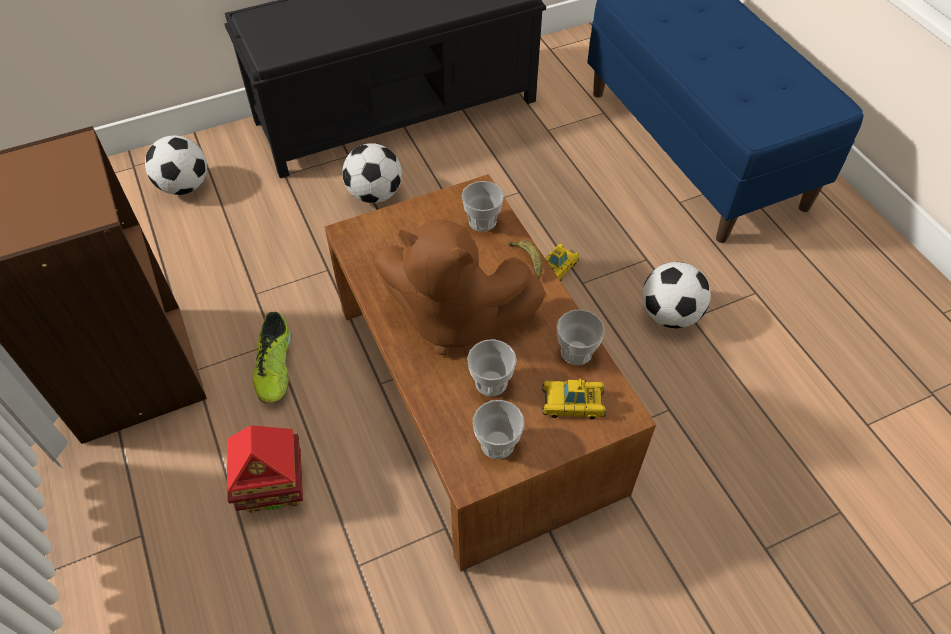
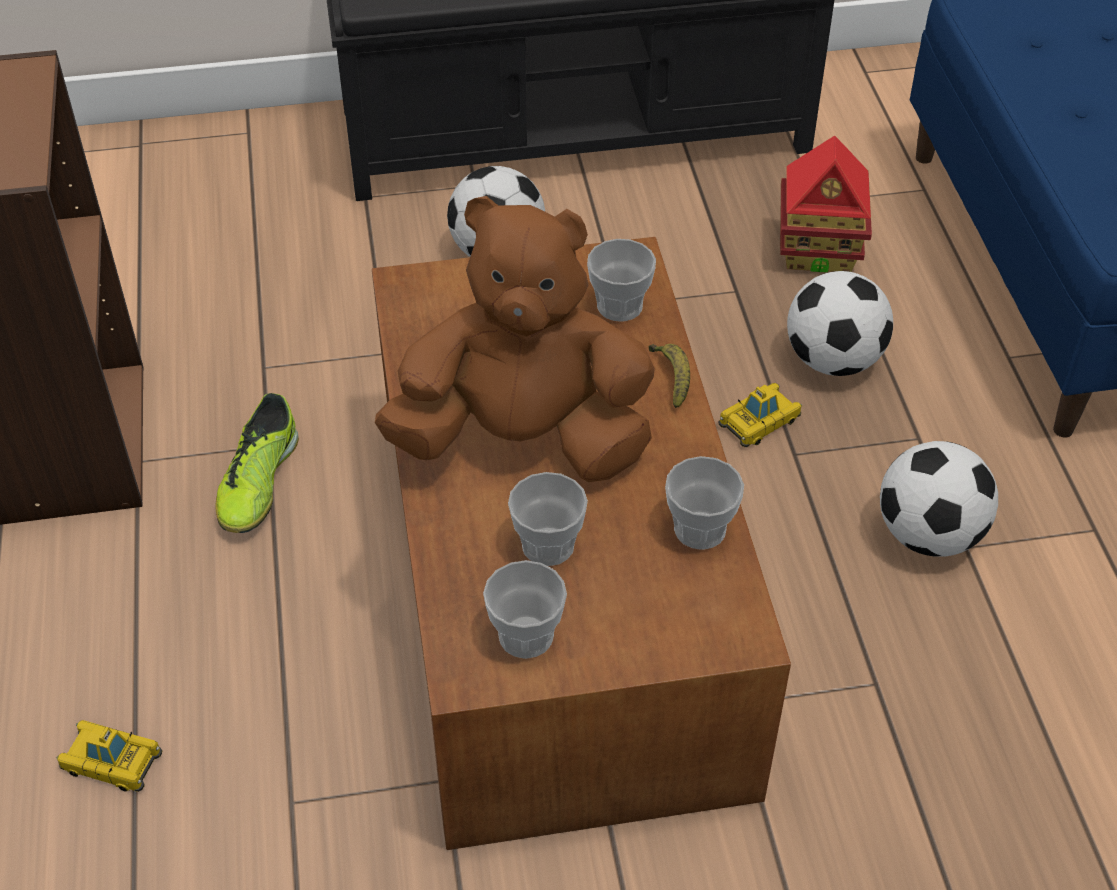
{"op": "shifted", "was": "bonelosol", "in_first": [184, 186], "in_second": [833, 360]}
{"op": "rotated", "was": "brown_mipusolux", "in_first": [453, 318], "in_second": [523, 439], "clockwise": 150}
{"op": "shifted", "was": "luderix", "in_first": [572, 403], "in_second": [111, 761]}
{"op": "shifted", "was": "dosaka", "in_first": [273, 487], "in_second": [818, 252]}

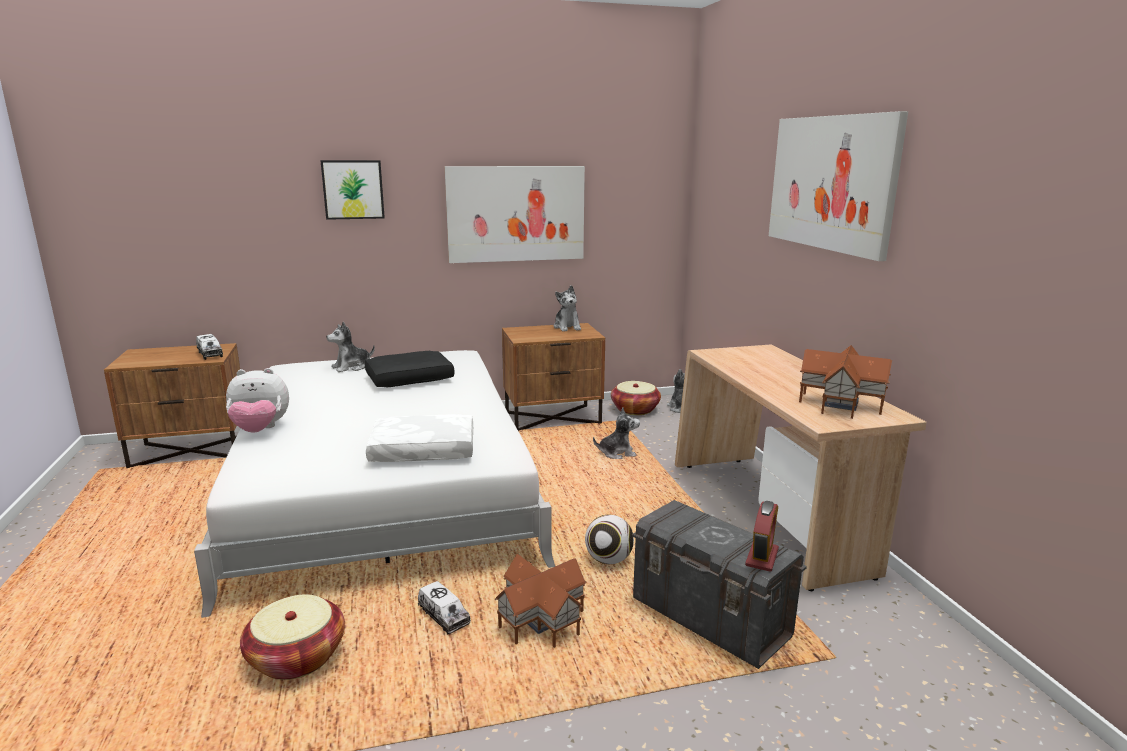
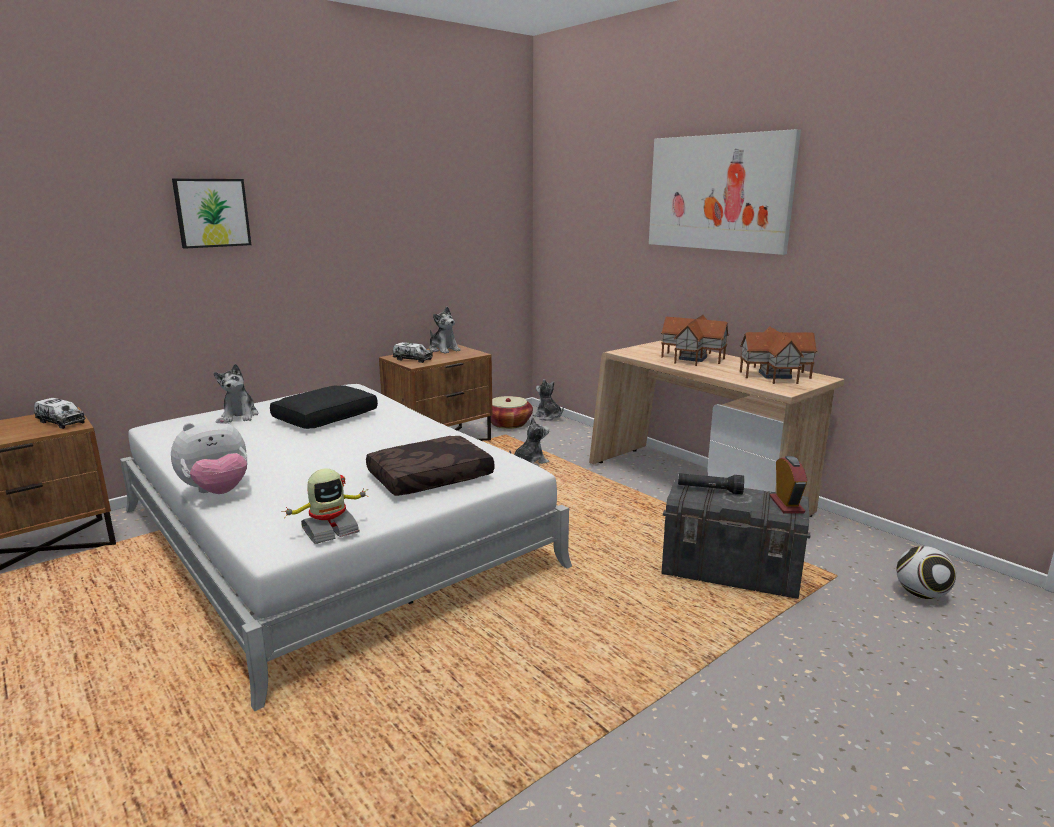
{"op": "gone", "was": "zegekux", "in_first": [516, 214]}
{"op": "rotated", "was": "mipusolux", "in_first": [351, 367], "in_second": [240, 416], "clockwise": -45}
{"op": "repainted", "was": "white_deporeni", "now": "brown_deporeni", "in_first": [422, 451], "in_second": [430, 478]}
{"op": "shifted", "was": "bonelosol", "in_first": [609, 560], "in_second": [921, 594]}
{"op": "shifted", "was": "dosaka", "in_first": [542, 619], "in_second": [692, 358]}
{"op": "shifted", "was": "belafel", "in_first": [444, 617], "in_second": [413, 359]}
{"op": "gone", "was": "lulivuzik", "in_first": [297, 657]}
{"op": "new", "now": "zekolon", "in_second": [329, 530]}
{"op": "new", "now": "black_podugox", "in_second": [709, 490]}

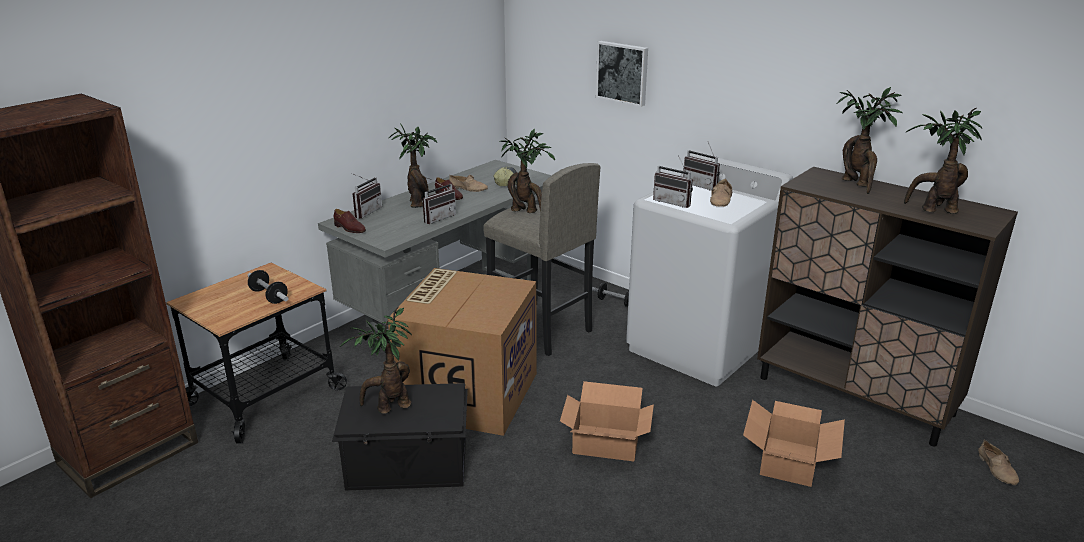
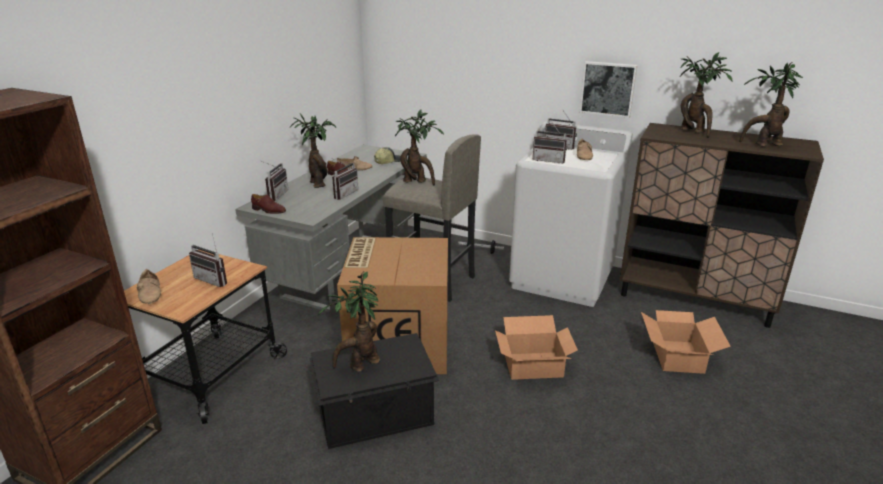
{"op": "shifted", "was": "zegekux", "in_first": [623, 72], "in_second": [608, 88]}
{"op": "swapped", "was": "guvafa", "now": "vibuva", "in_first": [269, 296], "in_second": [214, 279]}
{"op": "shifted", "was": "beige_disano", "in_first": [997, 469], "in_second": [152, 293]}

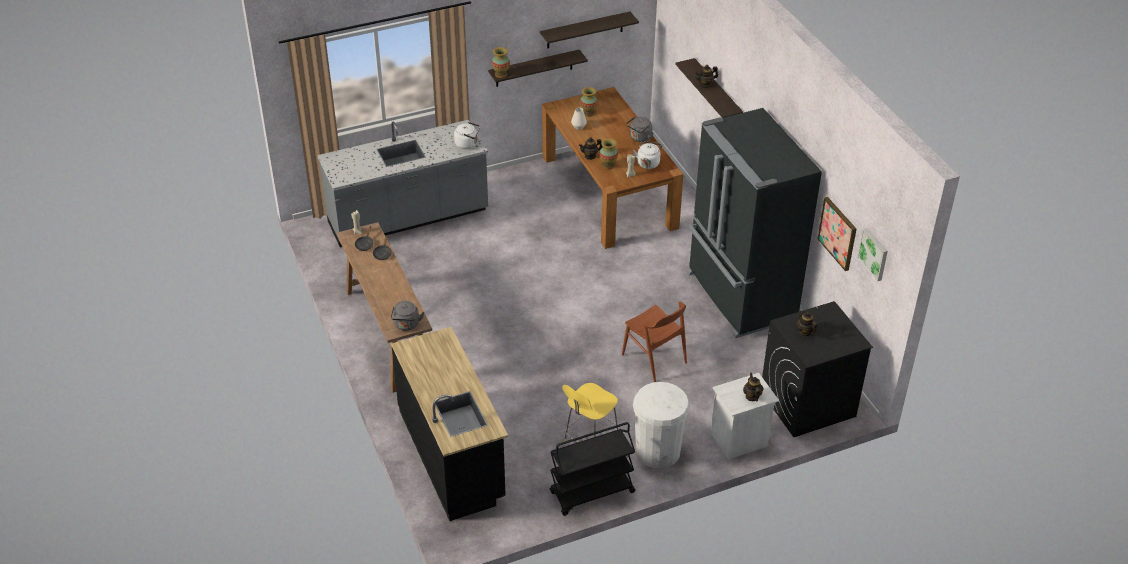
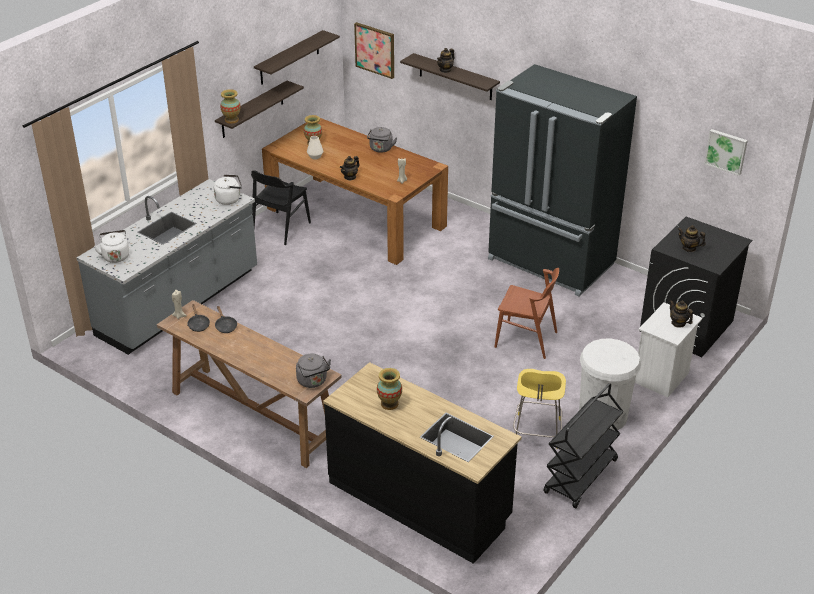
{"op": "shifted", "was": "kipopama", "in_first": [608, 165], "in_second": [389, 404]}
{"op": "shifted", "was": "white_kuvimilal", "in_first": [648, 163], "in_second": [115, 256]}
{"op": "shifted", "was": "zegekux", "in_first": [838, 233], "in_second": [375, 50]}
{"op": "new", "now": "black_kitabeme", "in_second": [281, 228]}

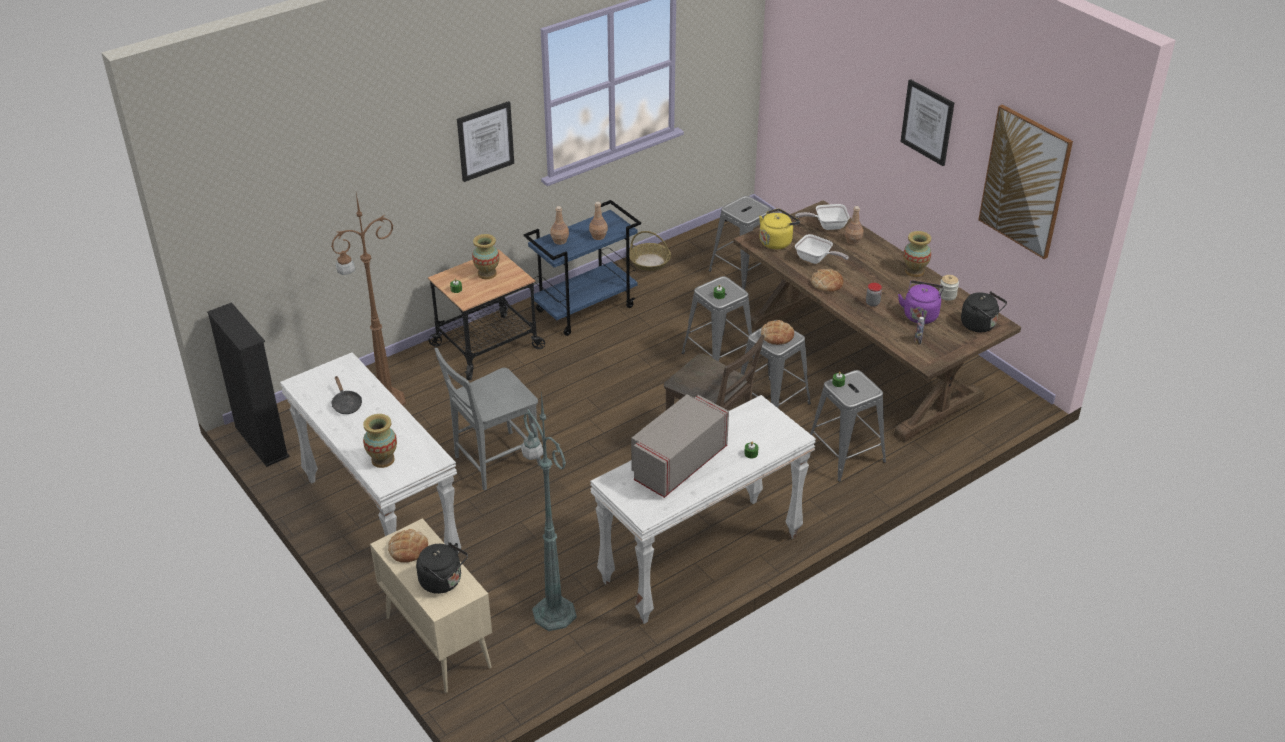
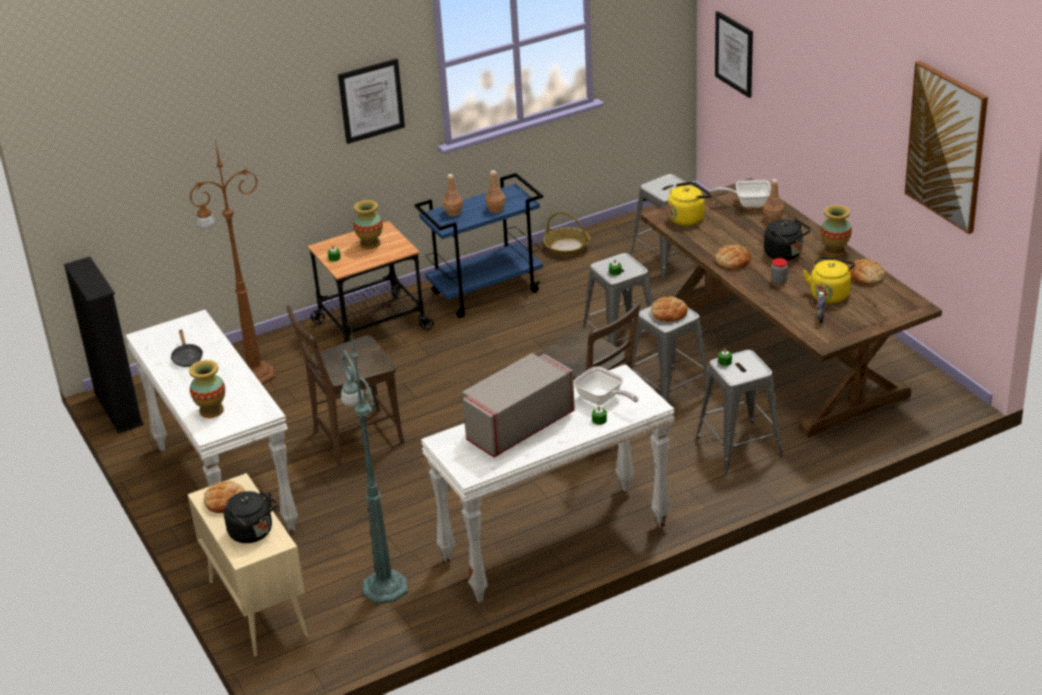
{"op": "shifted", "was": "zegekux", "in_first": [927, 122], "in_second": [734, 54]}
{"op": "shifted", "was": "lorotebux", "in_first": [816, 259], "in_second": [602, 400]}
{"op": "swapped", "was": "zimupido", "now": "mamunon", "in_first": [947, 295], "in_second": [865, 276]}
{"op": "repainted", "was": "purple_kuvimilal", "now": "yellow_kuvimilal", "in_first": [920, 314], "in_second": [830, 294]}
{"op": "shifted", "was": "black_kuvimilal", "in_first": [980, 325], "in_second": [785, 254]}
{"op": "repainted", "was": "grey_kitabeme", "now": "brown_kitabeme", "in_first": [493, 462], "in_second": [353, 439]}

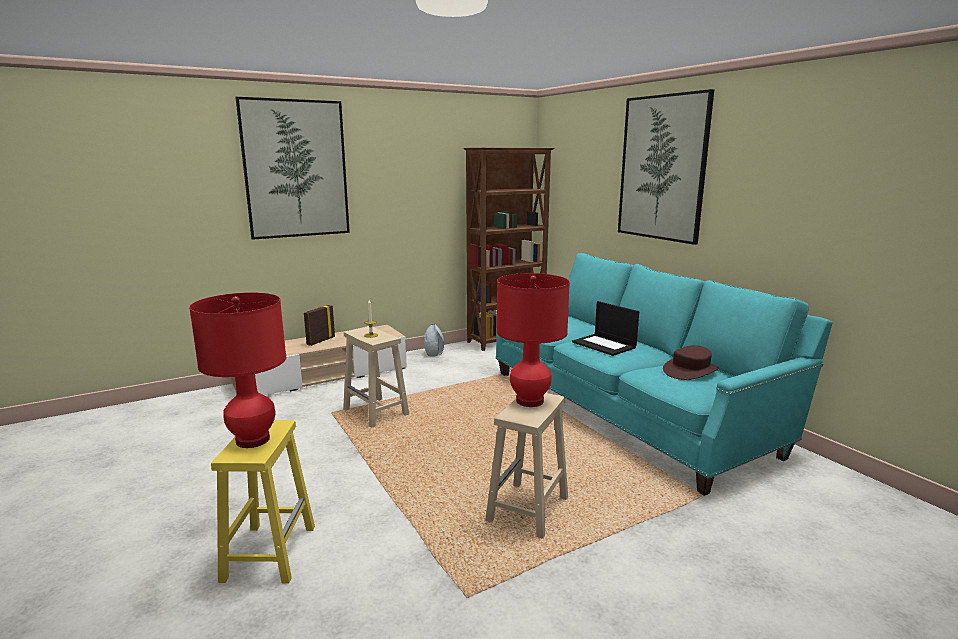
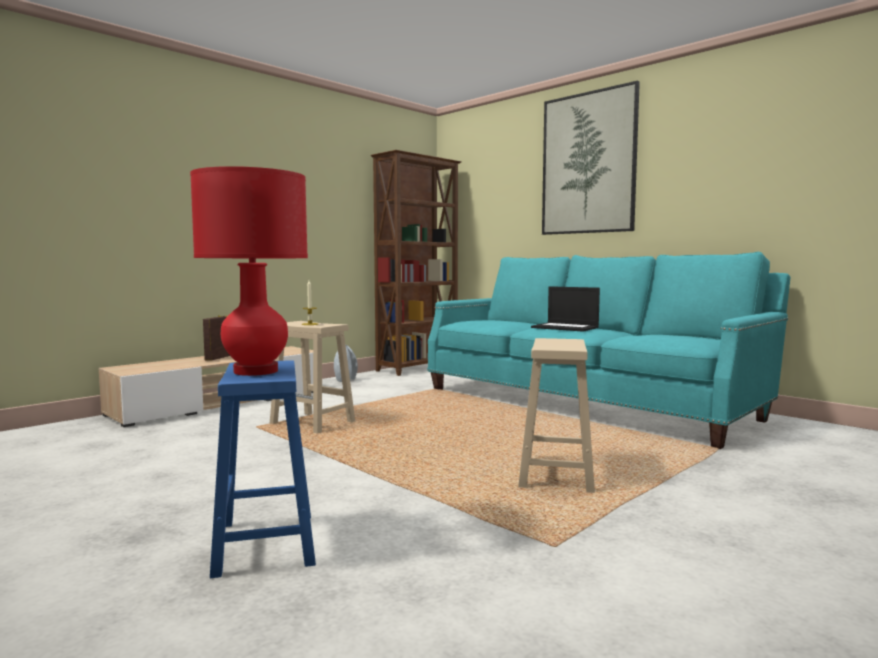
{"op": "gone", "was": "zegekux", "in_first": [296, 169]}
{"op": "gone", "was": "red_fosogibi", "in_first": [530, 401]}
{"op": "gone", "was": "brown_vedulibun", "in_first": [690, 370]}
{"op": "repainted", "was": "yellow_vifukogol", "now": "blue_vifukogol", "in_first": [270, 552], "in_second": [265, 542]}

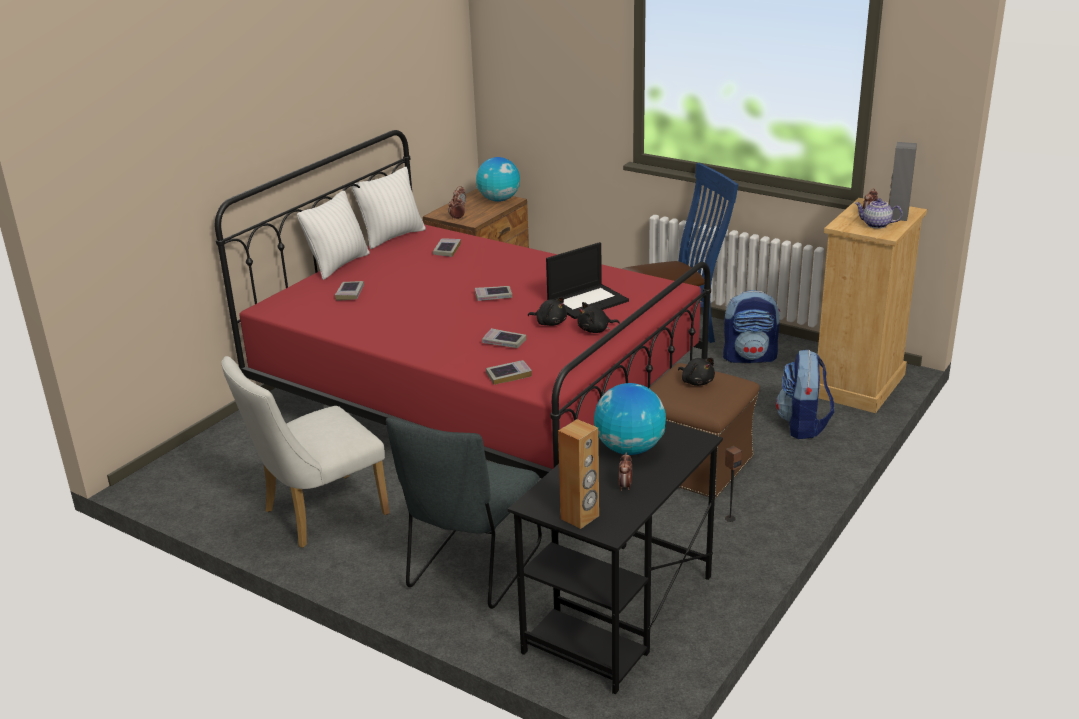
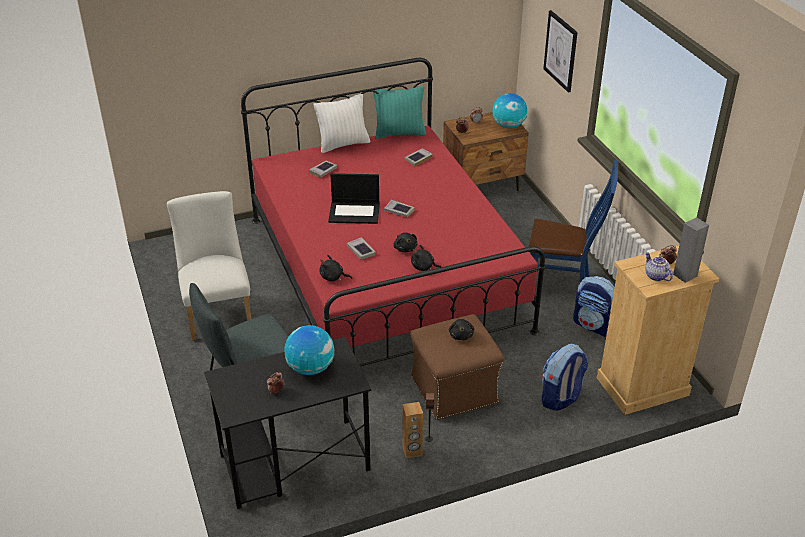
{"op": "repainted", "was": "white_deporeni", "now": "turquoise_deporeni", "in_first": [392, 237], "in_second": [399, 133]}
{"op": "shifted", "was": "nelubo", "in_first": [588, 301], "in_second": [355, 212]}
{"op": "rotated", "was": "white_kitabeme", "in_first": [317, 515], "in_second": [217, 311], "clockwise": 75}
{"op": "swapped", "was": "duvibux", "now": "black_mipusolux", "in_first": [508, 375], "in_second": [333, 277]}
{"op": "shifted", "was": "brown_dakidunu", "in_first": [580, 517], "in_second": [412, 451]}
{"op": "new", "now": "zegekux", "in_second": [560, 51]}

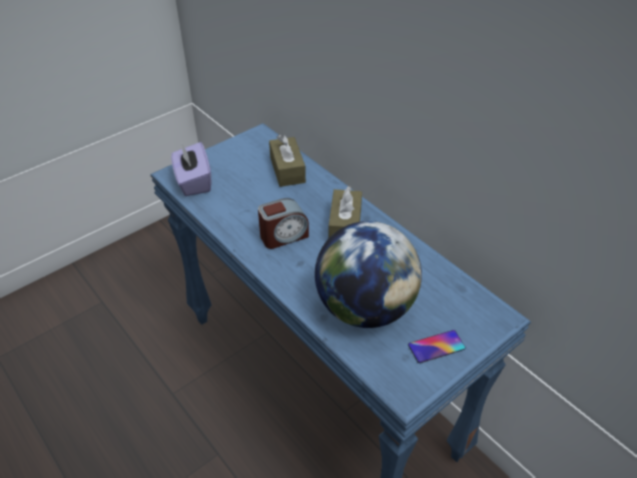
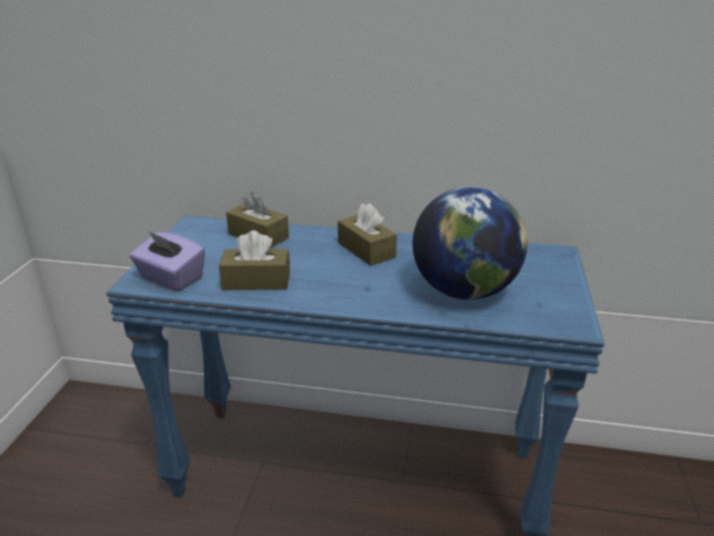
{"op": "gone", "was": "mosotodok", "in_first": [283, 236]}
{"op": "gone", "was": "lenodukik", "in_first": [436, 347]}
{"op": "new", "now": "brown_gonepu", "in_second": [256, 281]}

